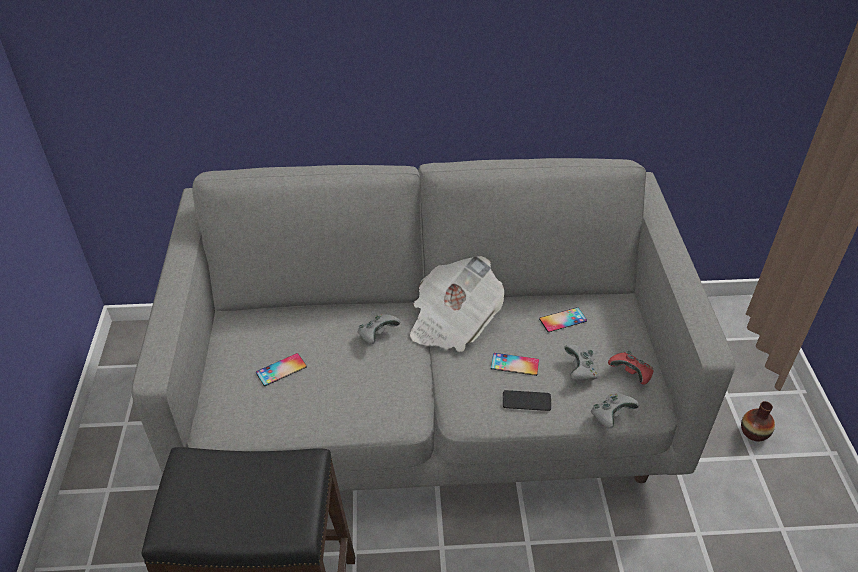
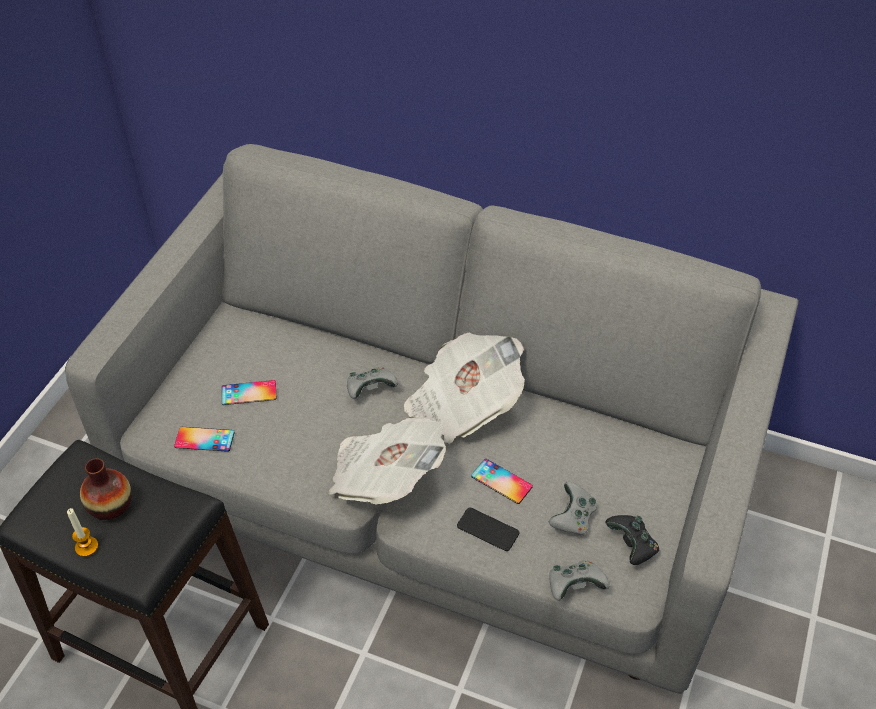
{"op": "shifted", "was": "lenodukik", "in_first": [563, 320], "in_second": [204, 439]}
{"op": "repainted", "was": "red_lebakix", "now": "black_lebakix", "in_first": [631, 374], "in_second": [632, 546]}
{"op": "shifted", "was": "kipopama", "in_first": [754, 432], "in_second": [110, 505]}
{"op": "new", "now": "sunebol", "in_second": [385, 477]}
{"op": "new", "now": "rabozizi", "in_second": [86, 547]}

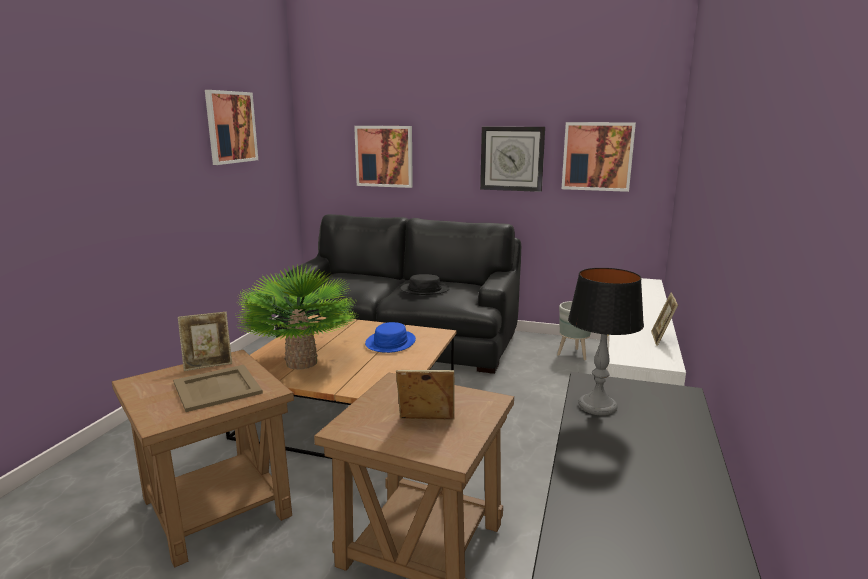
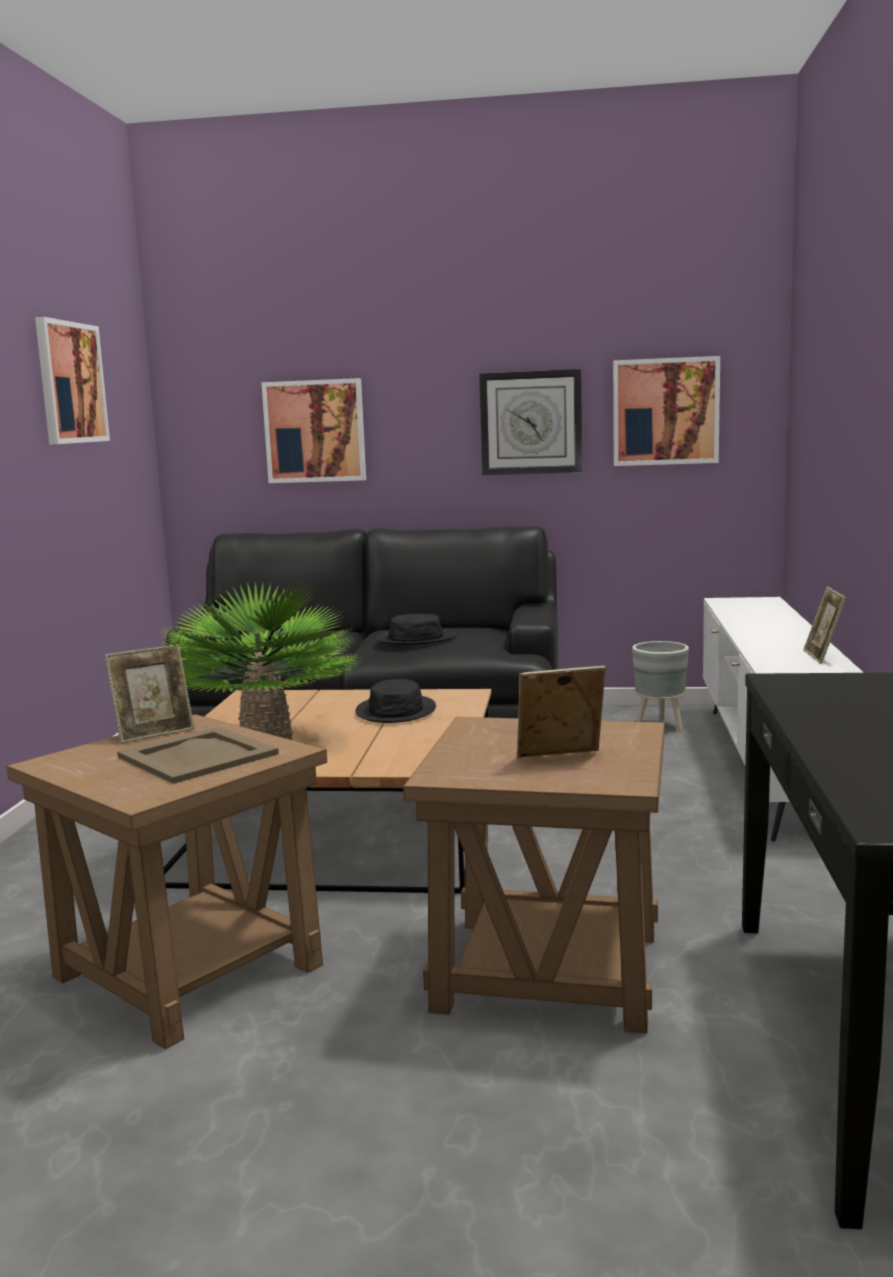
{"op": "gone", "was": "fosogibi", "in_first": [597, 406]}
{"op": "repainted", "was": "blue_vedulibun", "now": "black_vedulibun", "in_first": [391, 342], "in_second": [396, 711]}

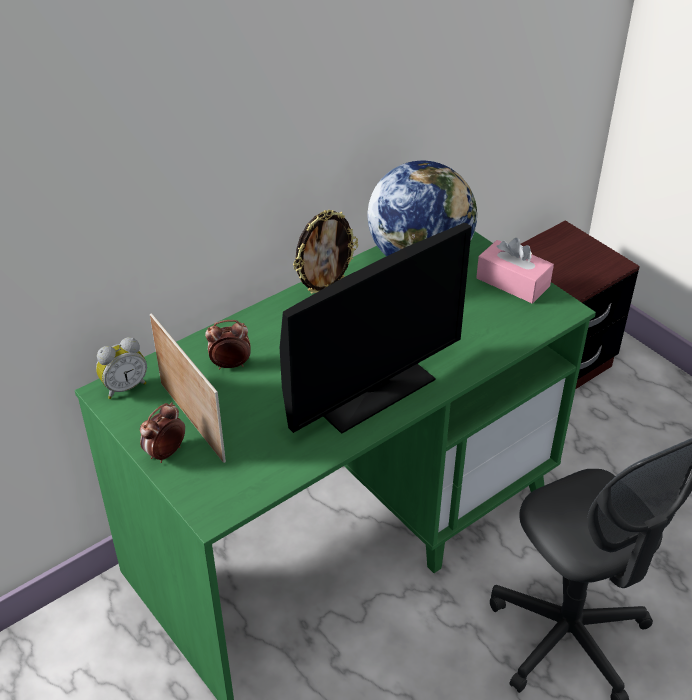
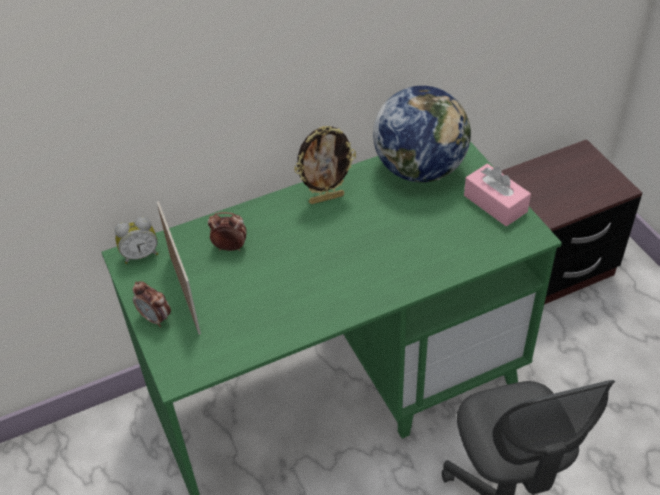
{"op": "gone", "was": "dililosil", "in_first": [372, 390]}
{"op": "rotated", "was": "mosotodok", "in_first": [165, 453], "in_second": [155, 318], "clockwise": -105}

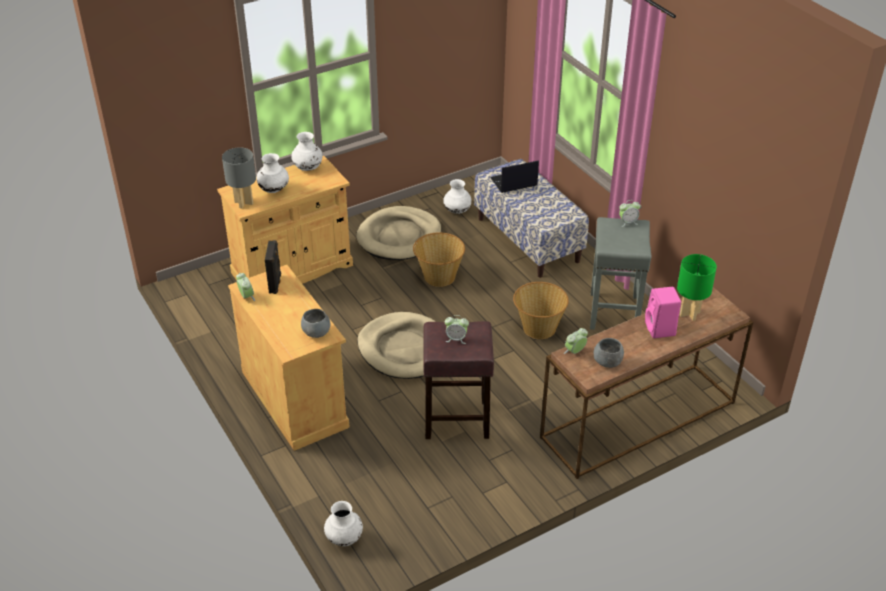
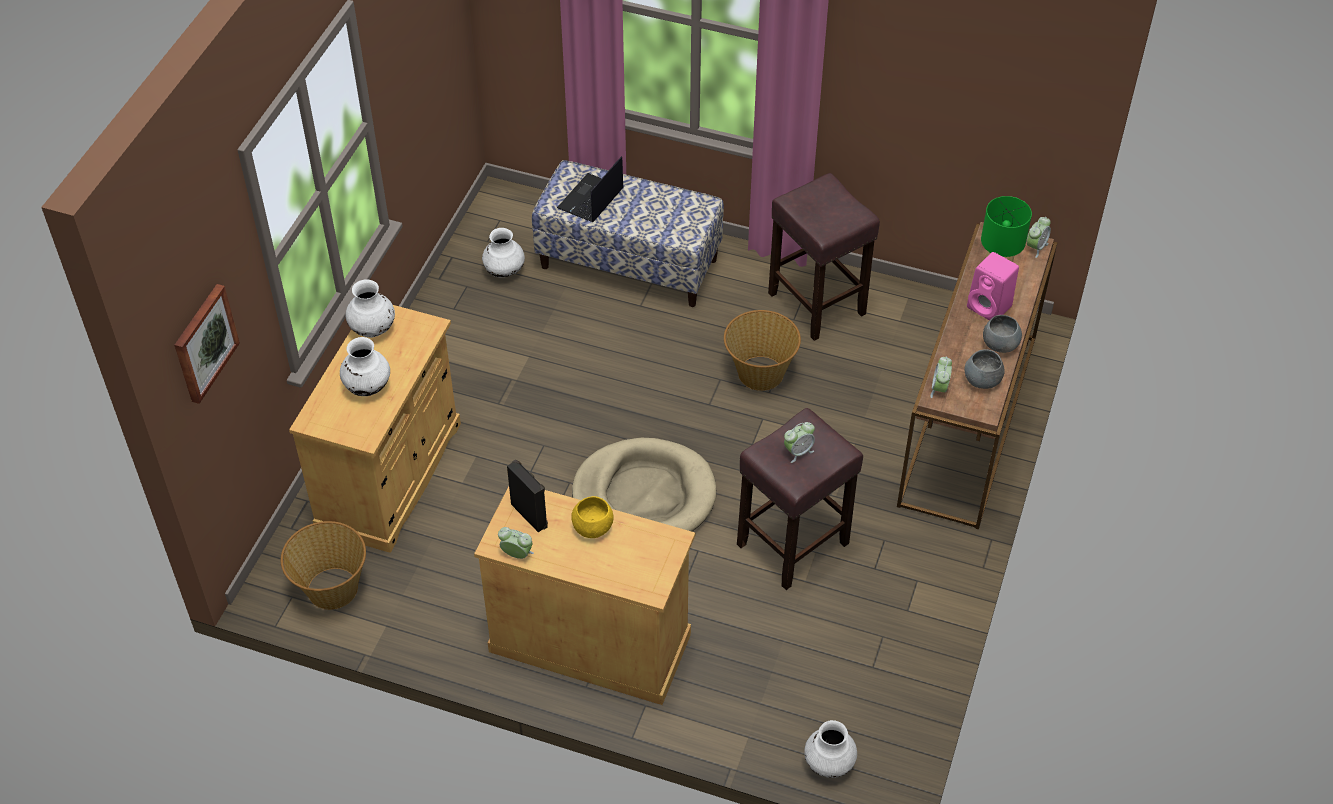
{"op": "gone", "was": "grey_fosogibi", "in_first": [244, 202]}
{"op": "shifted", "was": "mosotodok", "in_first": [628, 222], "in_second": [1036, 247]}
{"op": "gone", "was": "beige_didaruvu", "in_first": [399, 237]}
{"op": "repainted", "was": "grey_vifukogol", "now": "brown_vifukogol", "in_first": [614, 313], "in_second": [818, 304]}
{"op": "shifted", "was": "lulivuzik", "in_first": [439, 276], "in_second": [331, 589]}
{"op": "shifted", "was": "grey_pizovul", "in_first": [316, 332], "in_second": [999, 344]}
{"op": "new", "now": "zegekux", "in_second": [204, 343]}
{"op": "new", "now": "yellow_pizovul", "in_second": [592, 528]}

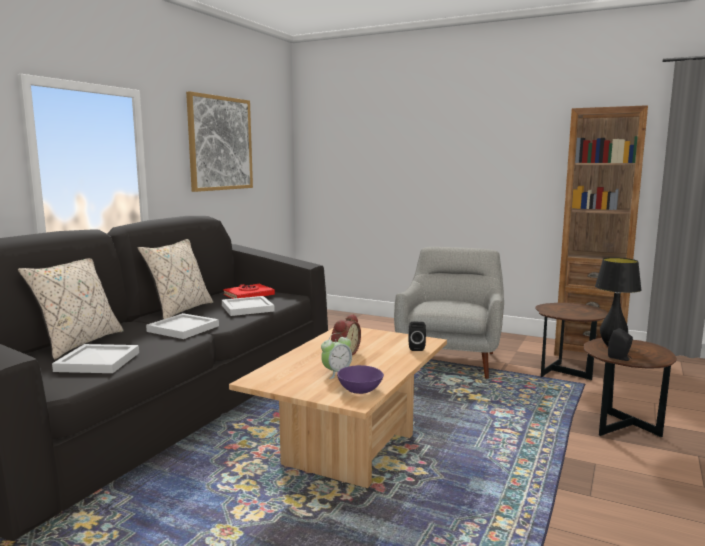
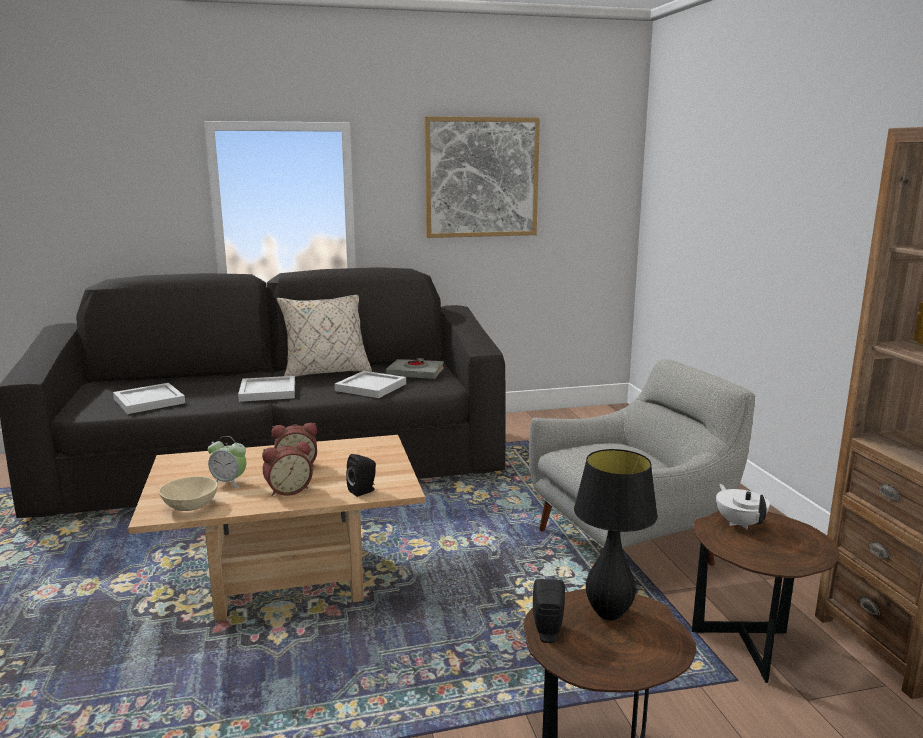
{"op": "gone", "was": "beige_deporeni", "in_first": [78, 343]}
{"op": "repainted", "was": "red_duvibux", "now": "grey_duvibux", "in_first": [248, 295], "in_second": [415, 373]}
{"op": "repainted", "was": "purple_pizovul", "now": "beige_pizovul", "in_first": [359, 390], "in_second": [190, 505]}
{"op": "new", "now": "mosotodok", "in_second": [288, 490]}
{"op": "new", "now": "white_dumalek", "in_second": [739, 523]}

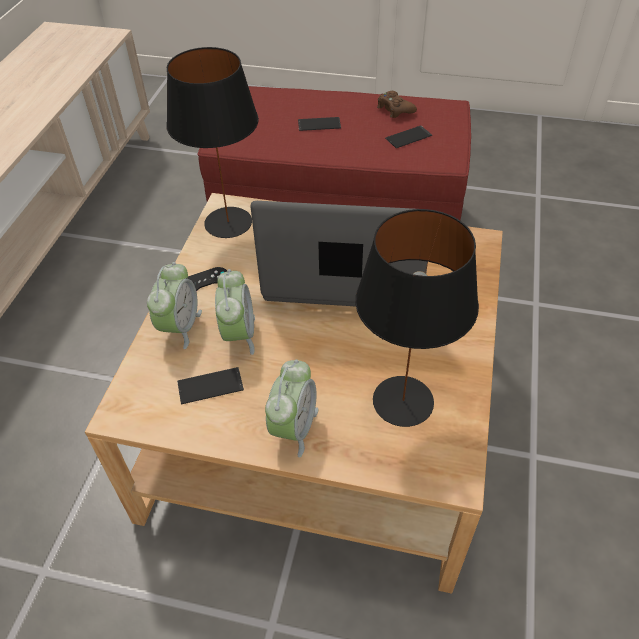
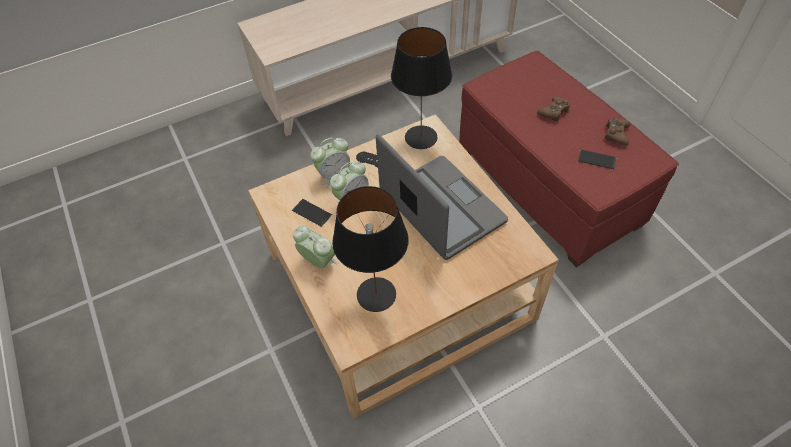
{"op": "swapped", "was": "lenodukik", "now": "brown_lebakix", "in_first": [319, 124], "in_second": [553, 112]}
{"op": "rotated", "was": "mosotodok", "in_first": [293, 428], "in_second": [318, 261], "clockwise": -120}

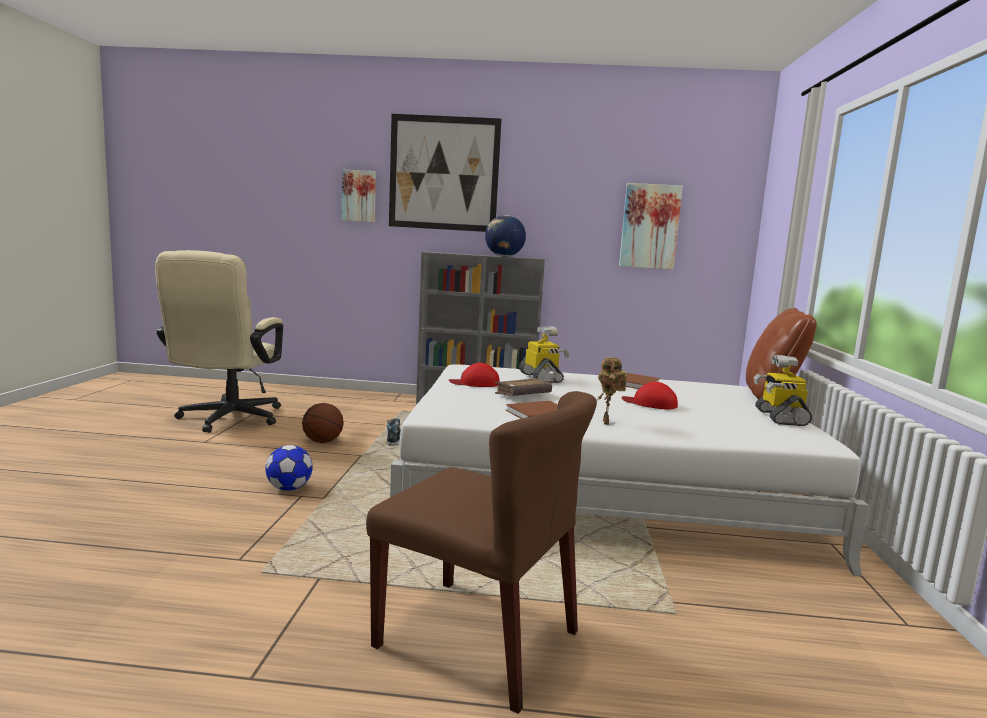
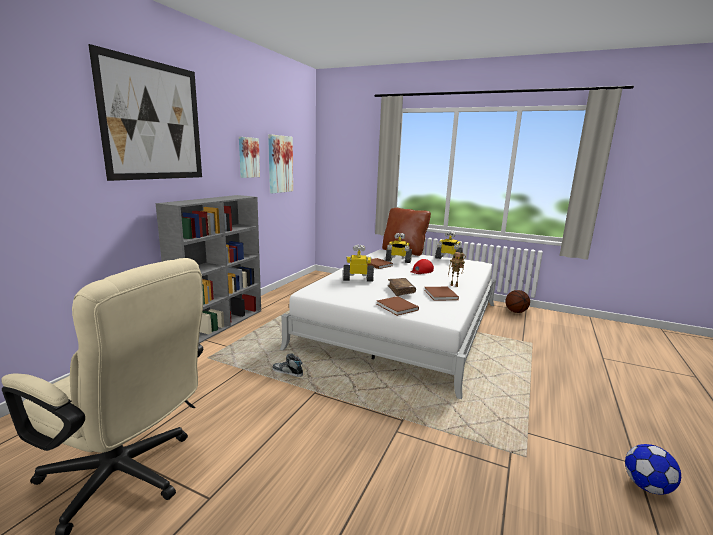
{"op": "shifted", "was": "zegekux", "in_first": [359, 196], "in_second": [248, 157]}
{"op": "gone", "was": "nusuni", "in_first": [504, 256]}
{"op": "gone", "was": "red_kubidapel", "in_first": [475, 383]}
{"op": "gone", "was": "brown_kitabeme", "in_first": [479, 639]}
{"op": "shifted", "was": "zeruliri", "in_first": [323, 441], "in_second": [515, 311]}
{"op": "shifted", "was": "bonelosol", "in_first": [289, 488], "in_second": [646, 486]}
{"op": "new", "now": "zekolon", "in_second": [398, 260]}
{"op": "new", "now": "brown_duvibux", "in_second": [398, 307]}

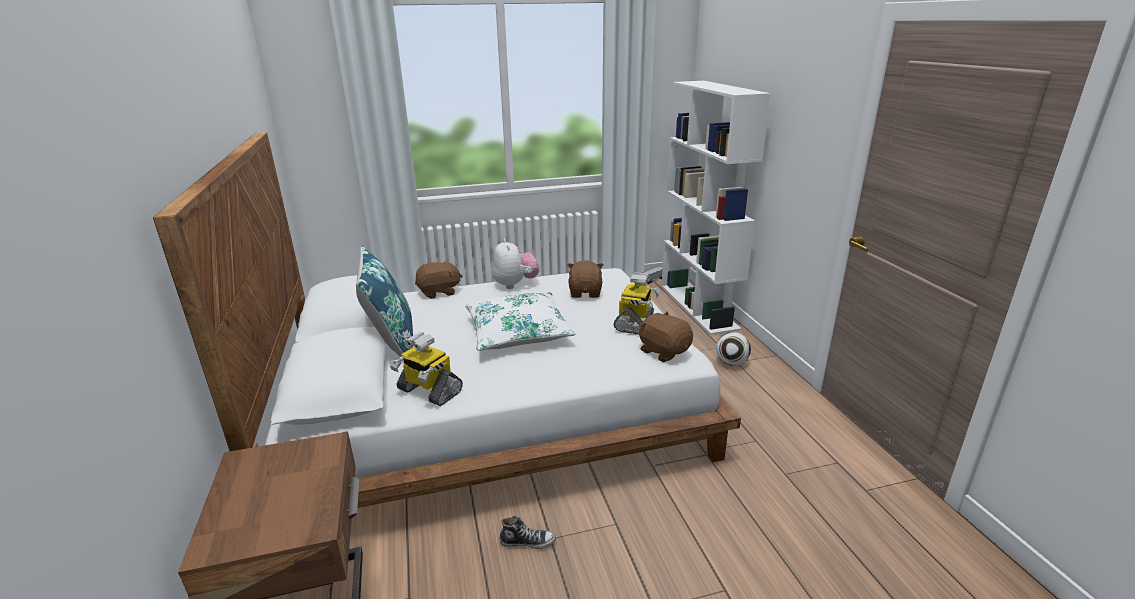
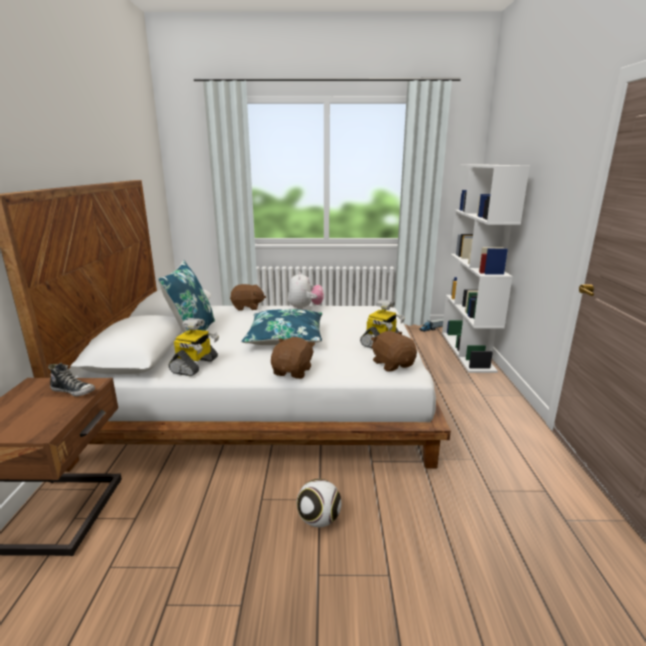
{"op": "shifted", "was": "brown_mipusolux", "in_first": [585, 293], "in_second": [293, 371]}
{"op": "repainted", "was": "white_deporeni", "now": "blue_deporeni", "in_first": [518, 332], "in_second": [285, 337]}
{"op": "rotated", "was": "zekolon", "in_first": [429, 391], "in_second": [195, 365], "clockwise": -120}
{"op": "shifted", "was": "bonelosol", "in_first": [731, 363], "in_second": [319, 520]}
{"op": "shifted", "was": "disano", "in_first": [528, 542], "in_second": [74, 391]}

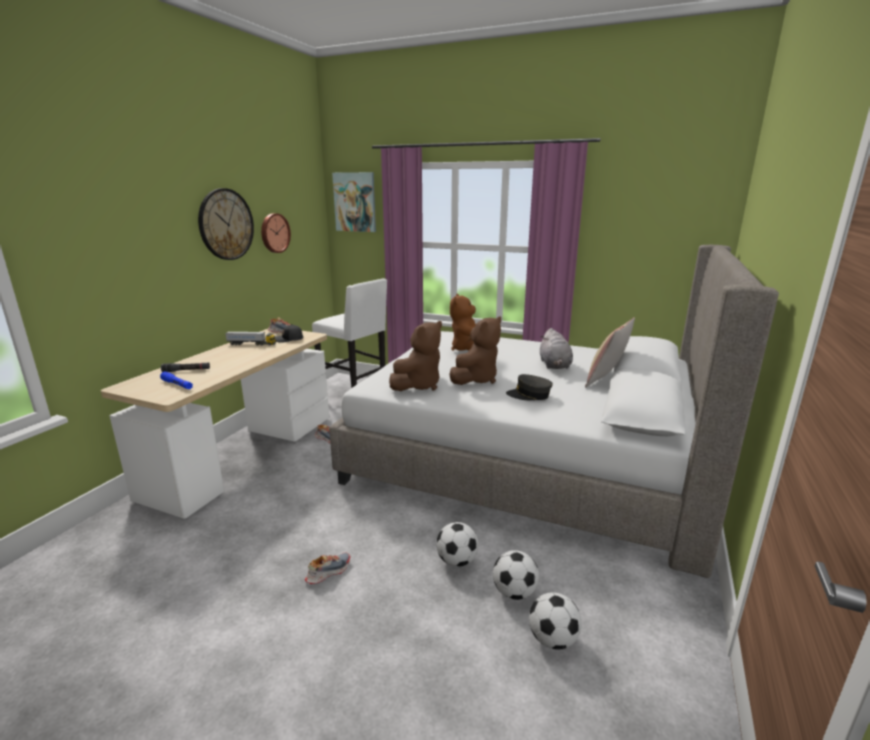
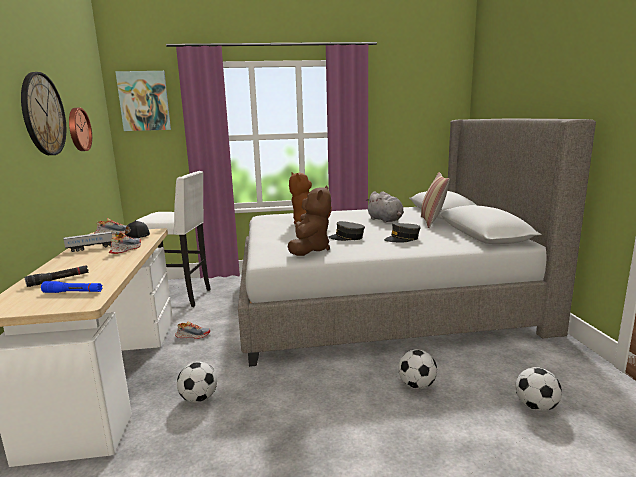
{"op": "swapped", "was": "brown_mipusolux", "now": "grey_kubidapel", "in_first": [476, 379], "in_second": [347, 238]}
{"op": "shifted", "was": "bonelosol", "in_first": [514, 592], "in_second": [199, 398]}
{"op": "shifted", "was": "disano", "in_first": [328, 571], "in_second": [125, 249]}

